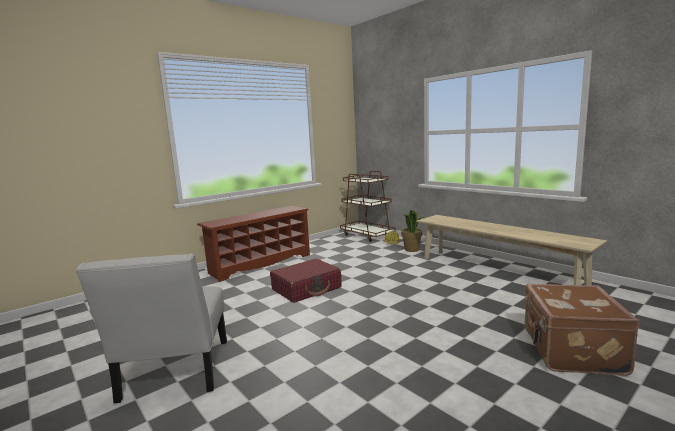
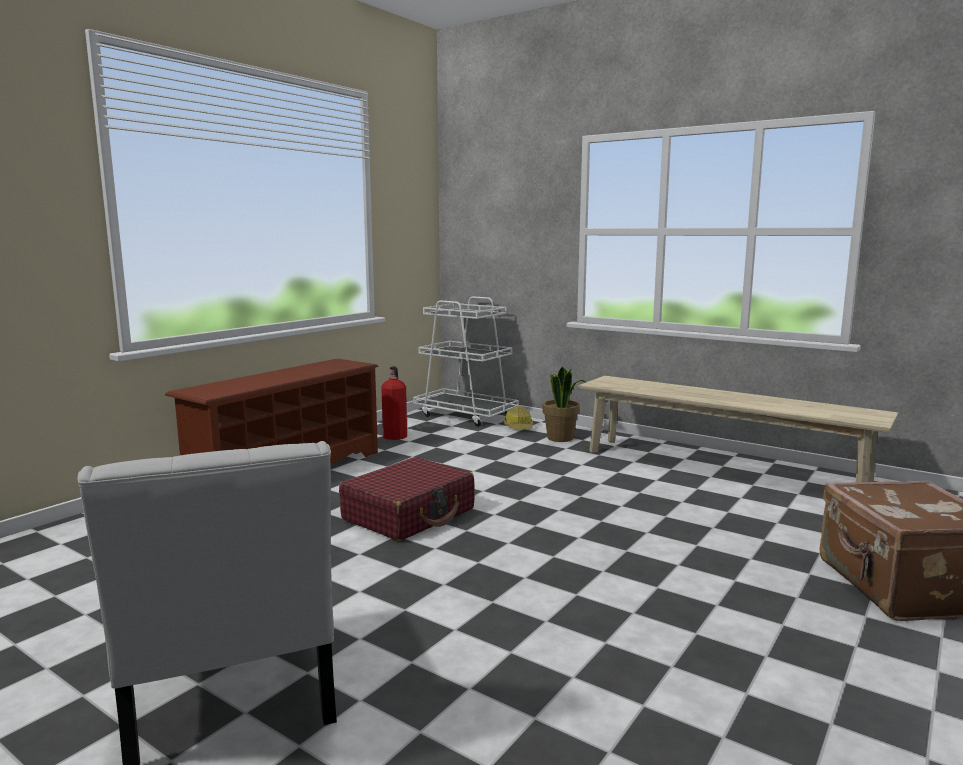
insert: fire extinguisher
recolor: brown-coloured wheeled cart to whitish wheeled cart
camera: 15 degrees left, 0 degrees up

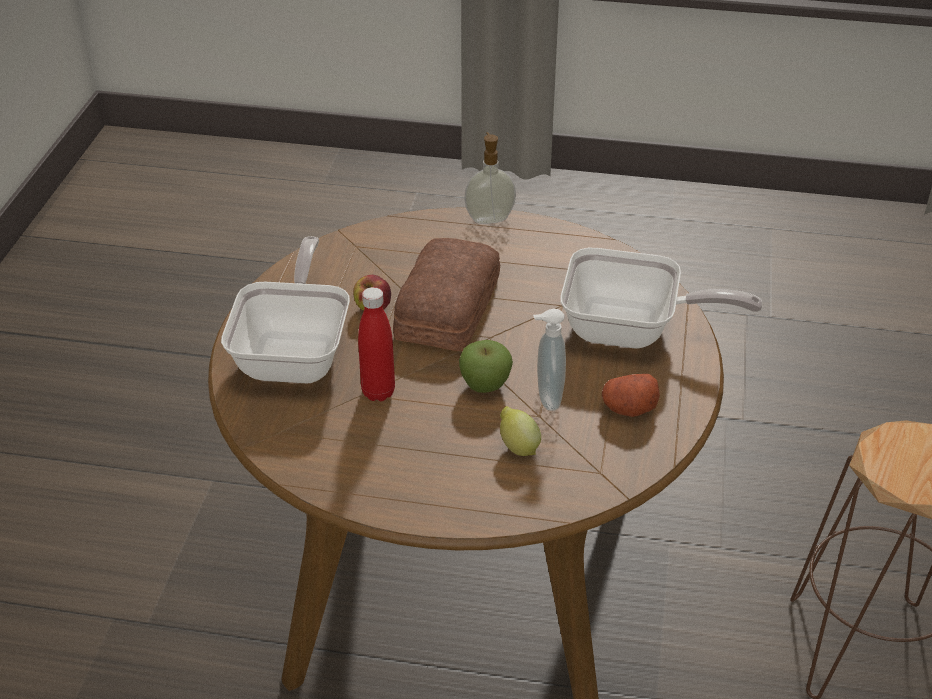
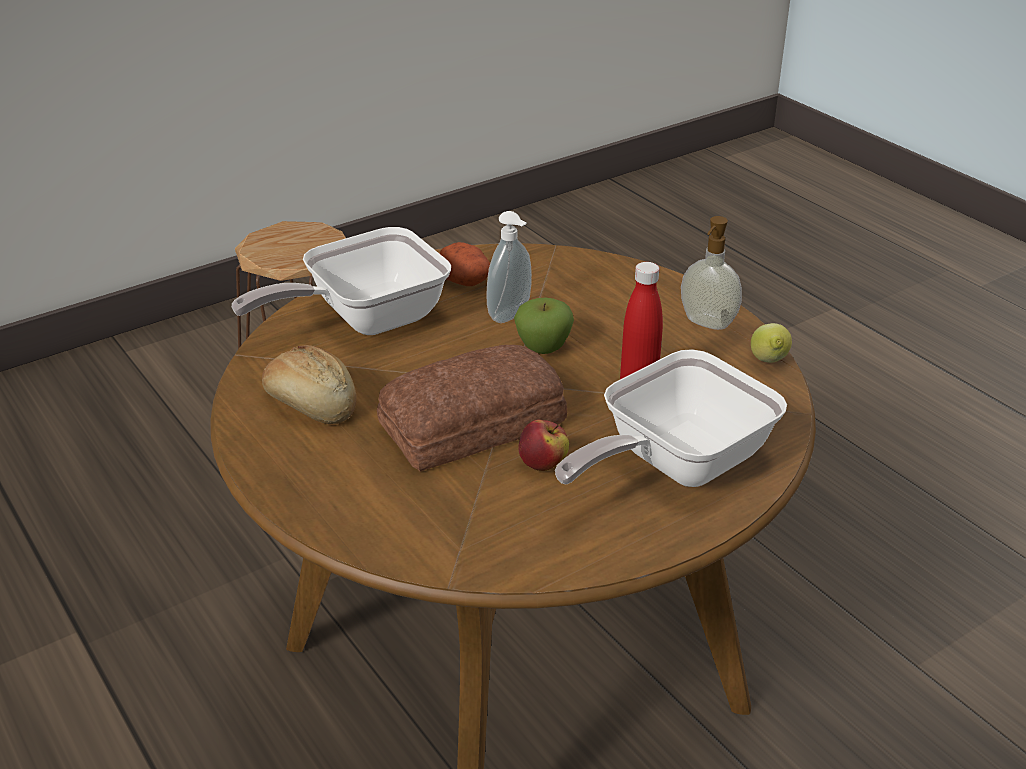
insert: baked bread (1st from left)
move: soap bottle (1st from left in the first image) to soap bottle (2nd from left); citrus fruit
rotate: skillet (2nd from left in the first image) 90 degrees counterclockwise
camera: 135 degrees left, 5 degrees down

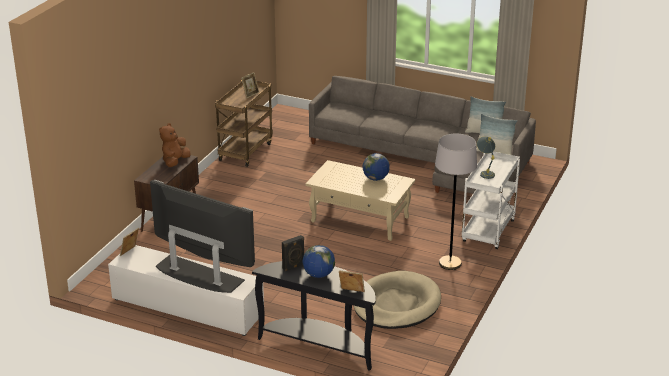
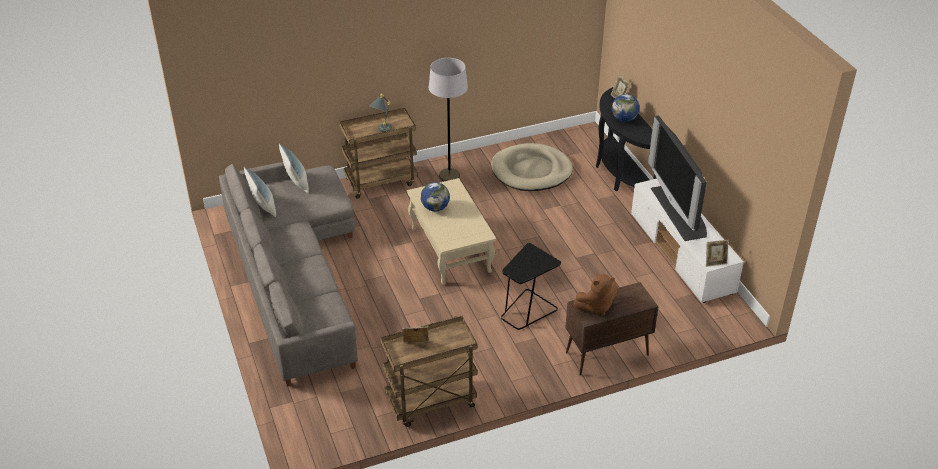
delete: black-coloured loudspeaker
insert: black-coloured end table
recolor: whitish wheeled cart to brown-coloured wheeled cart (1st from left)
camera: 135 degrees left, 10 degrees up

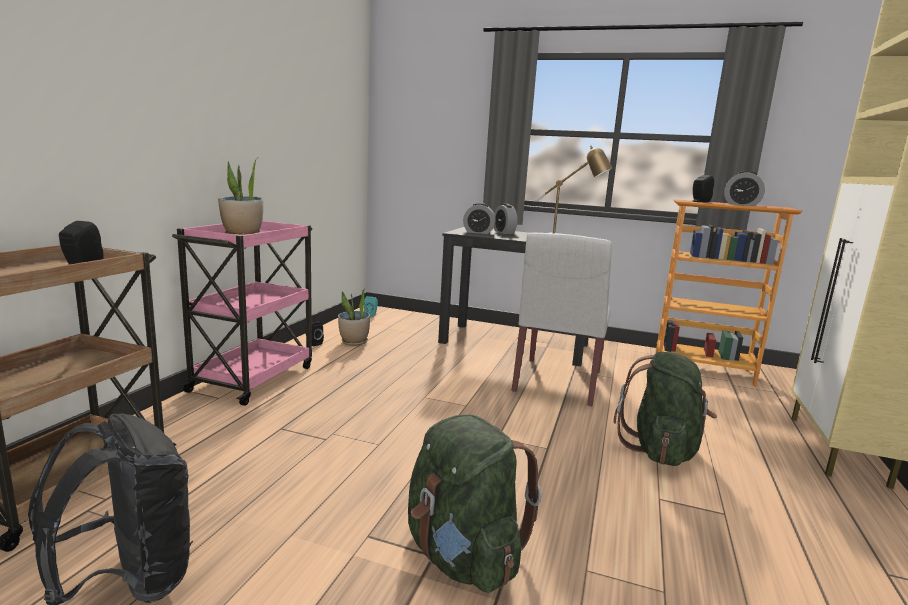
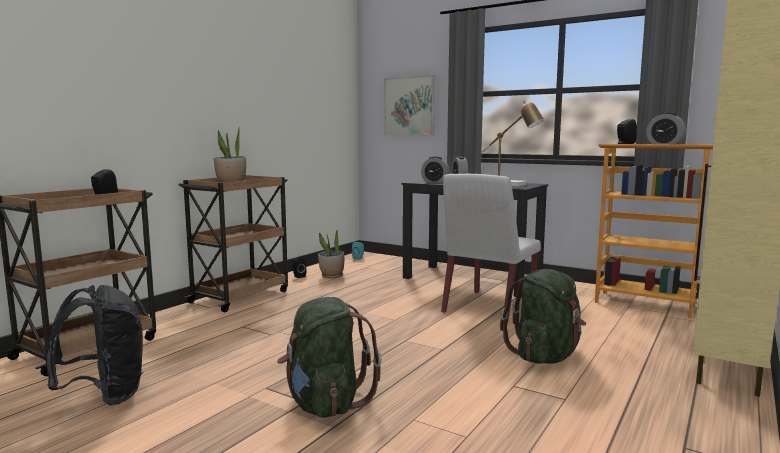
insert: wall art
recolor: pink wheeled cart to brown-coloured wheeled cart (2nd from left)
camera: 15 degrees right, 5 degrees down

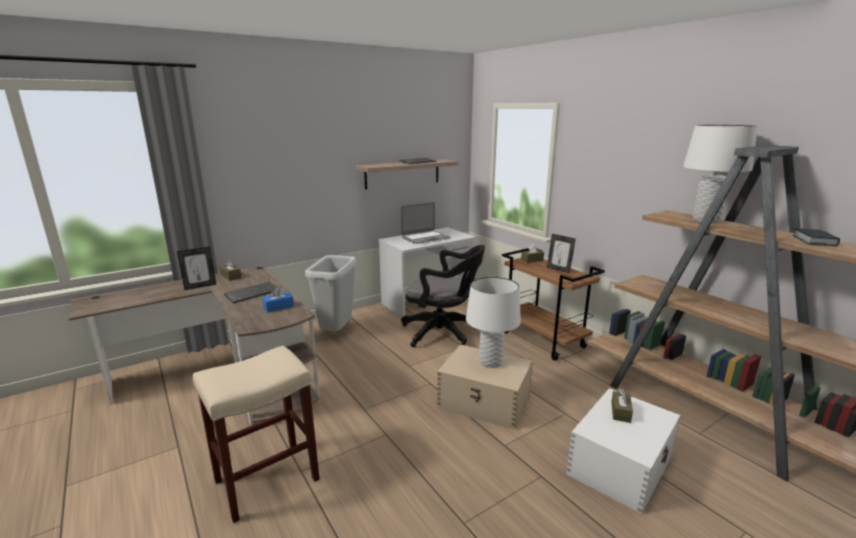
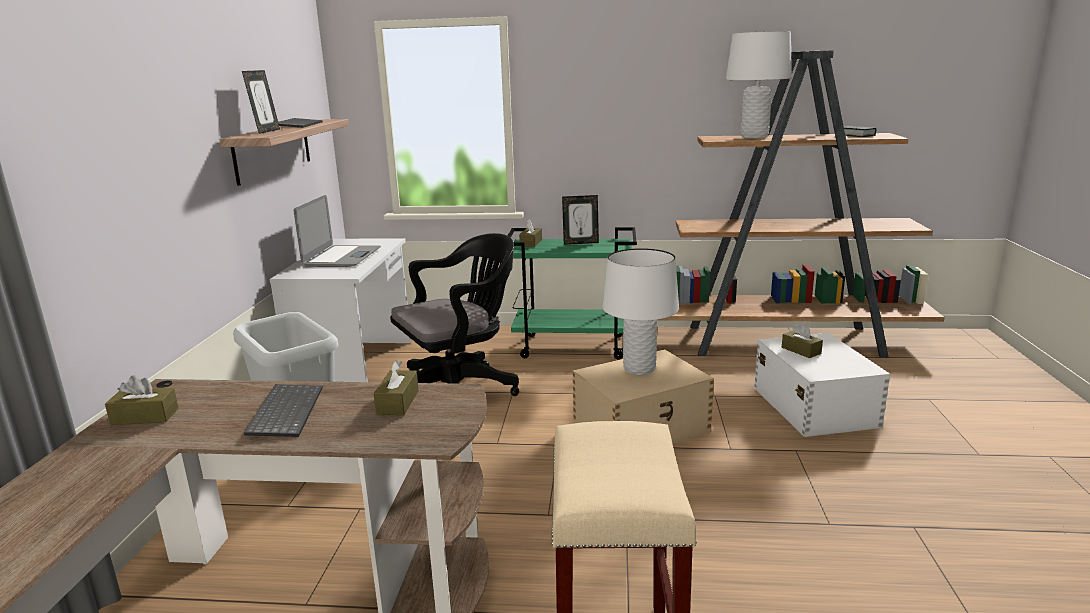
move: standing frame (1st from left)
recolor: brown-coloured wheeled cart to green-coloured wheeled cart; blue-coloured tissue holder to brown-coloured tissue holder (2nd from left)
camera: 50 degrees left, 0 degrees up

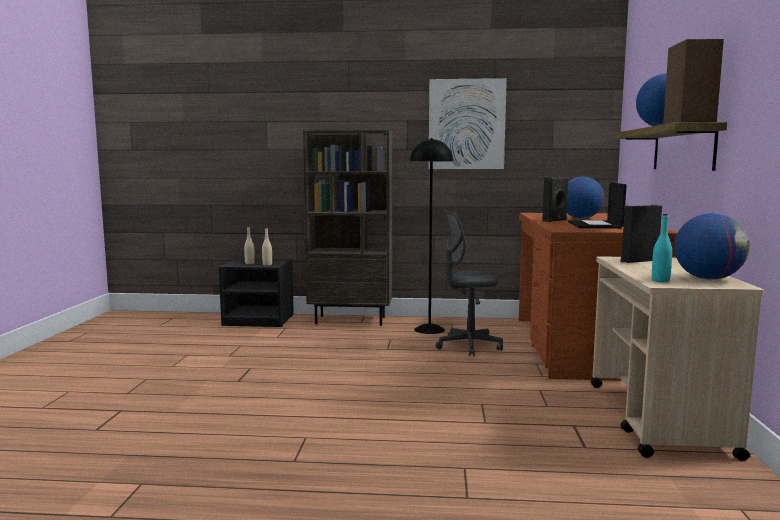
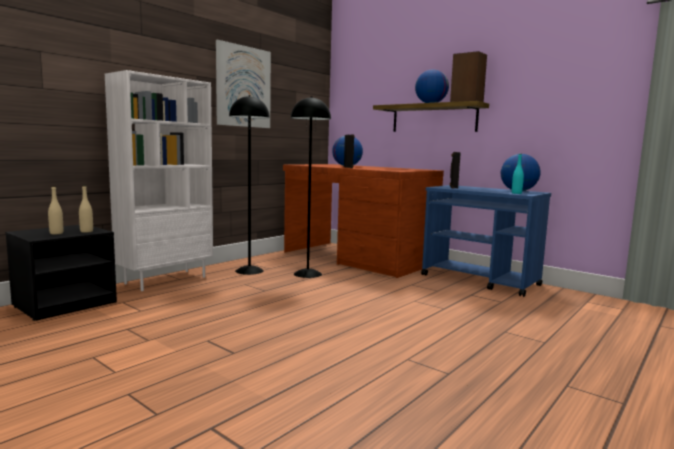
delete: notebook computer
replace: grey office chair to black-coloured standing lamp (2nd from left)
recolor: brown-coloured bookcase to whitish bookcase; sand-coloured wheeled cart to blue-coloured wheeled cart
camera: 55 degrees left, 0 degrees up

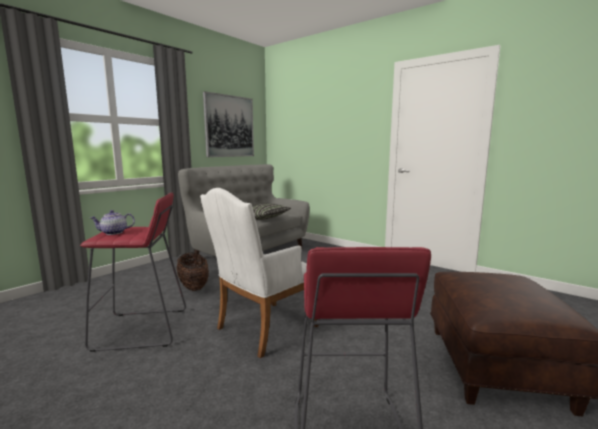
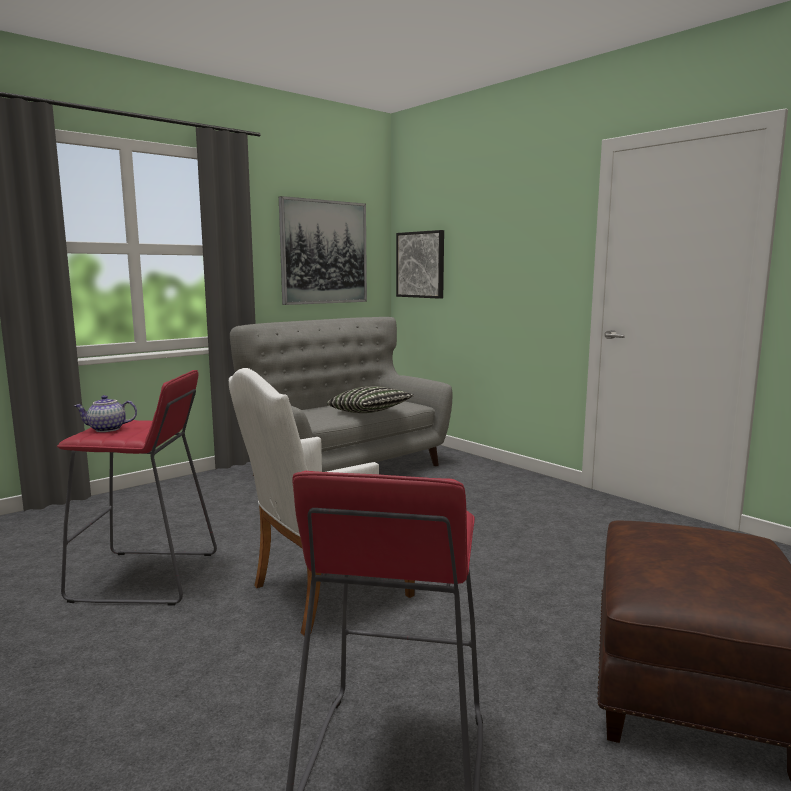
delete: storage basket
insert: wall art (2nd from left)
camera: 10 degrees right, 0 degrees up

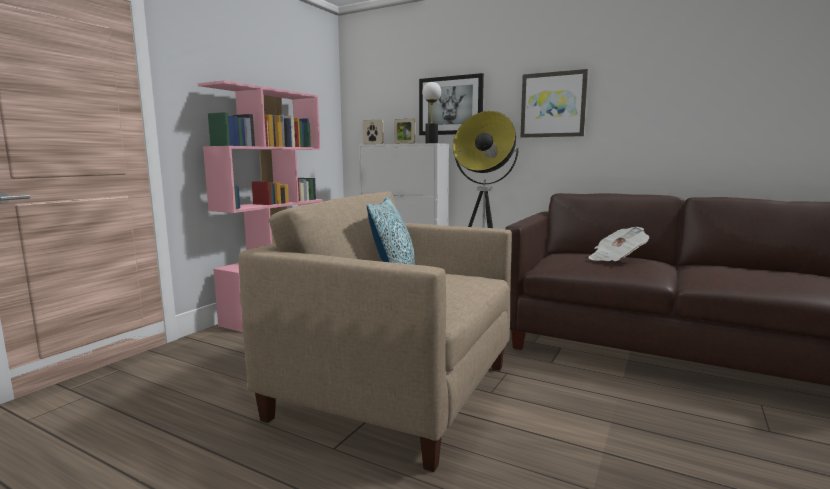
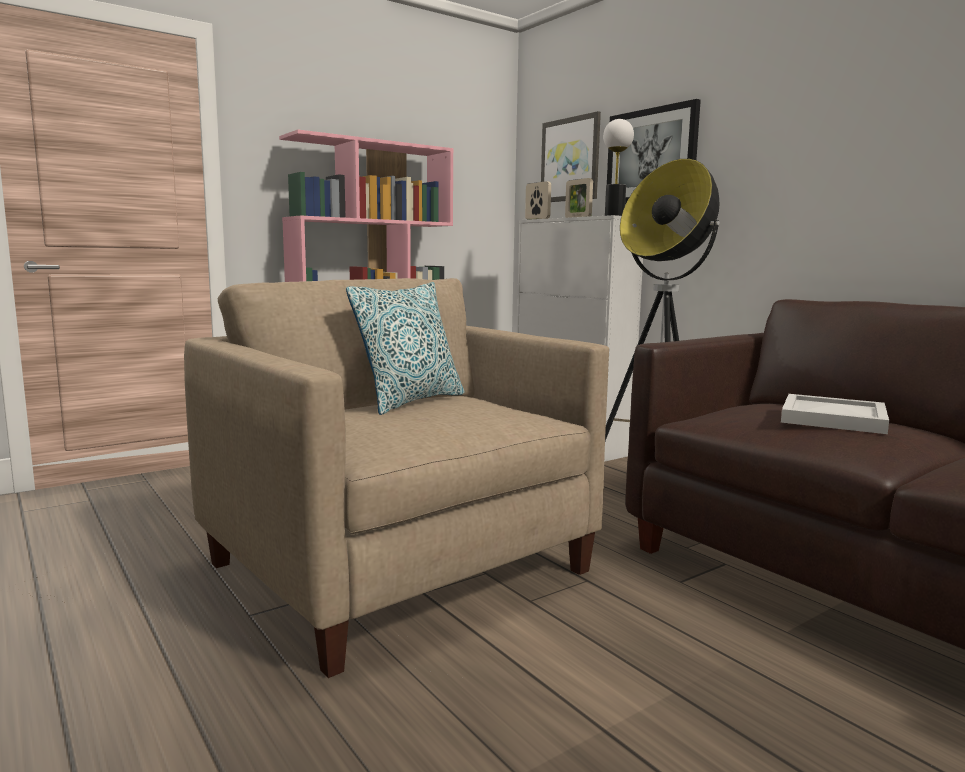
move: wall art (2nd from left in the first image) to wall art (1st from left)
replace: newspaper to whitish carrying tray
camera: 25 degrees right, 0 degrees up

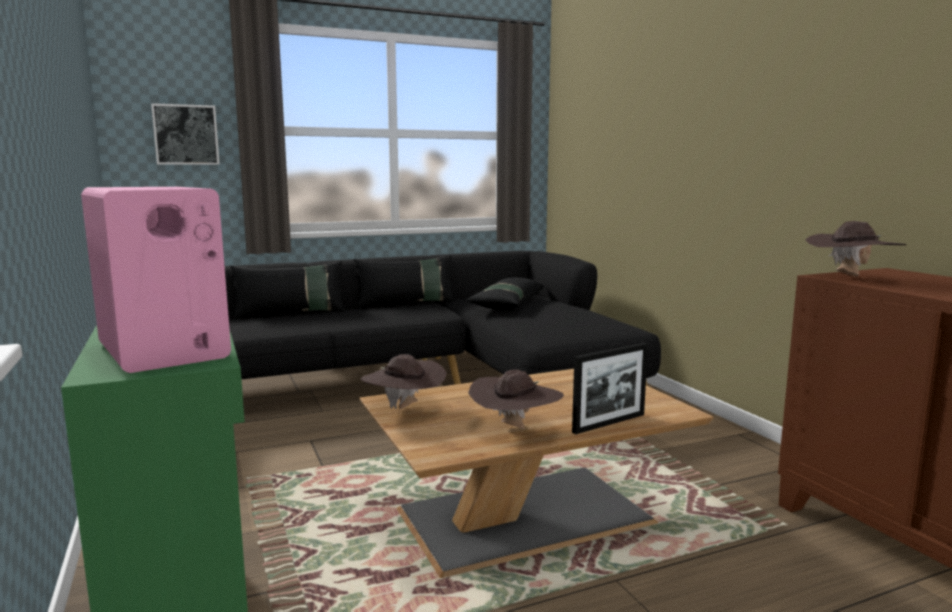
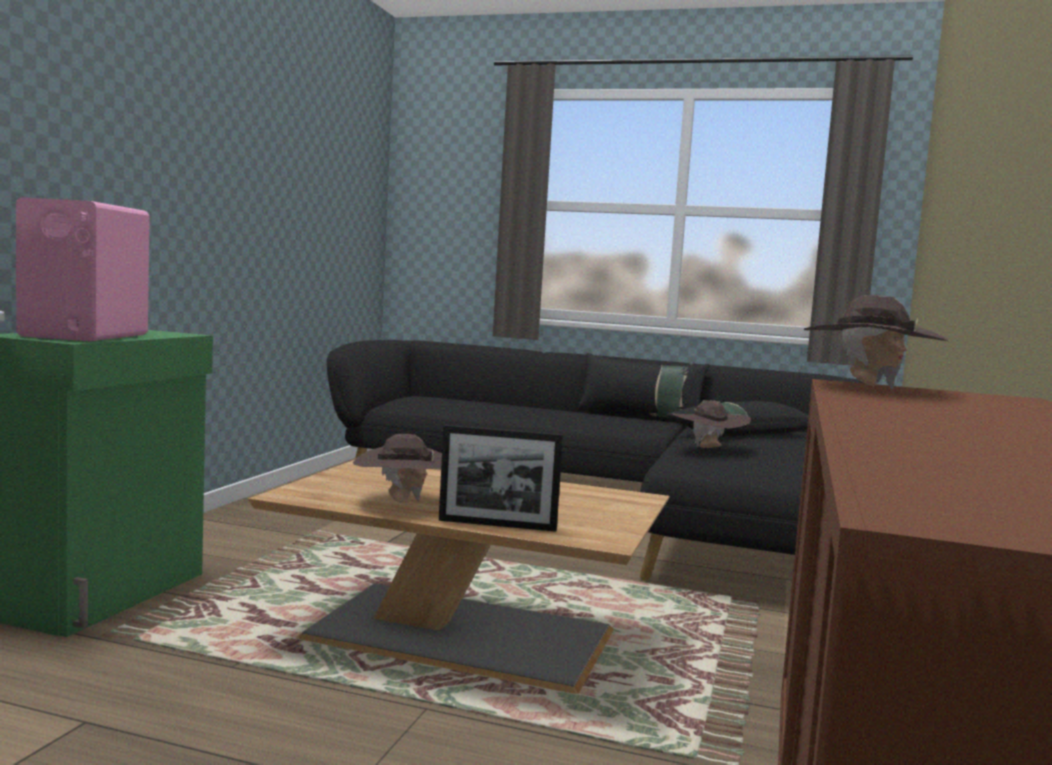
delete: wall art; black-coloured throw pillow (1st from left)
move: brown-coloured hat (1st from left in the first image) to brown-coloured hat (2nd from left)
camera: 40 degrees right, 5 degrees down

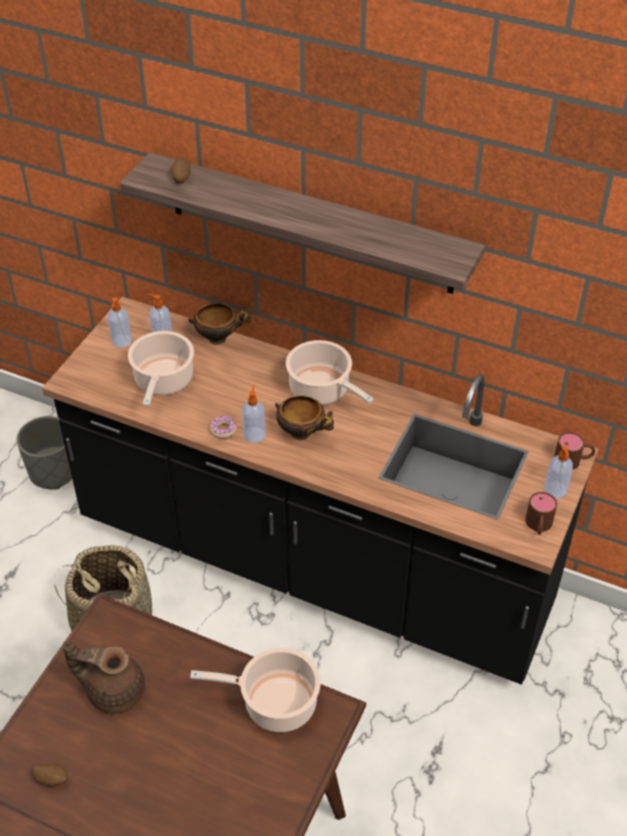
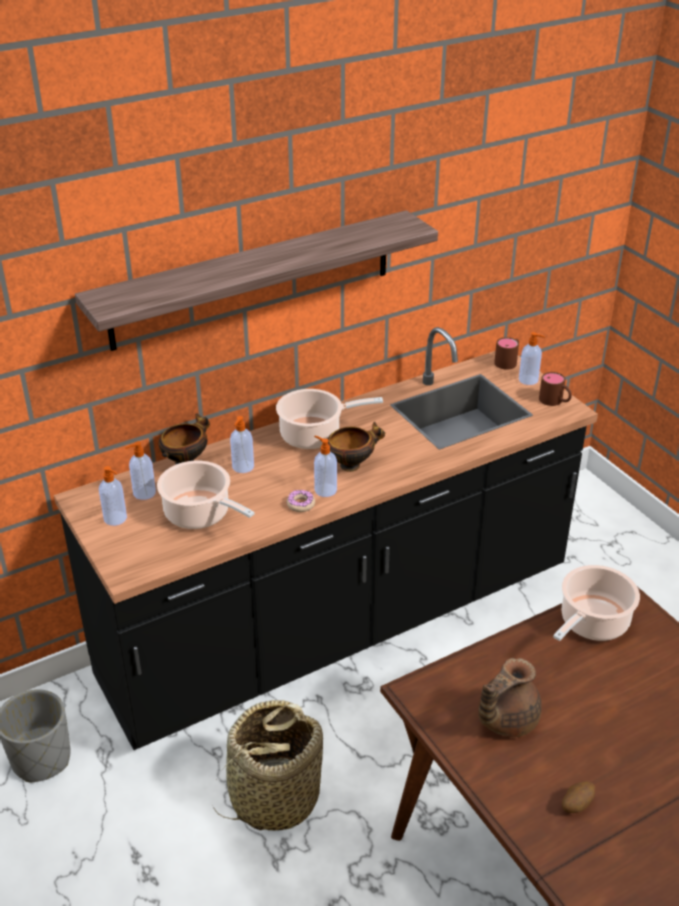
delete: whole potato (2nd from left)
insert: soap bottle (3rd from left)
camera: 55 degrees left, 10 degrees down

